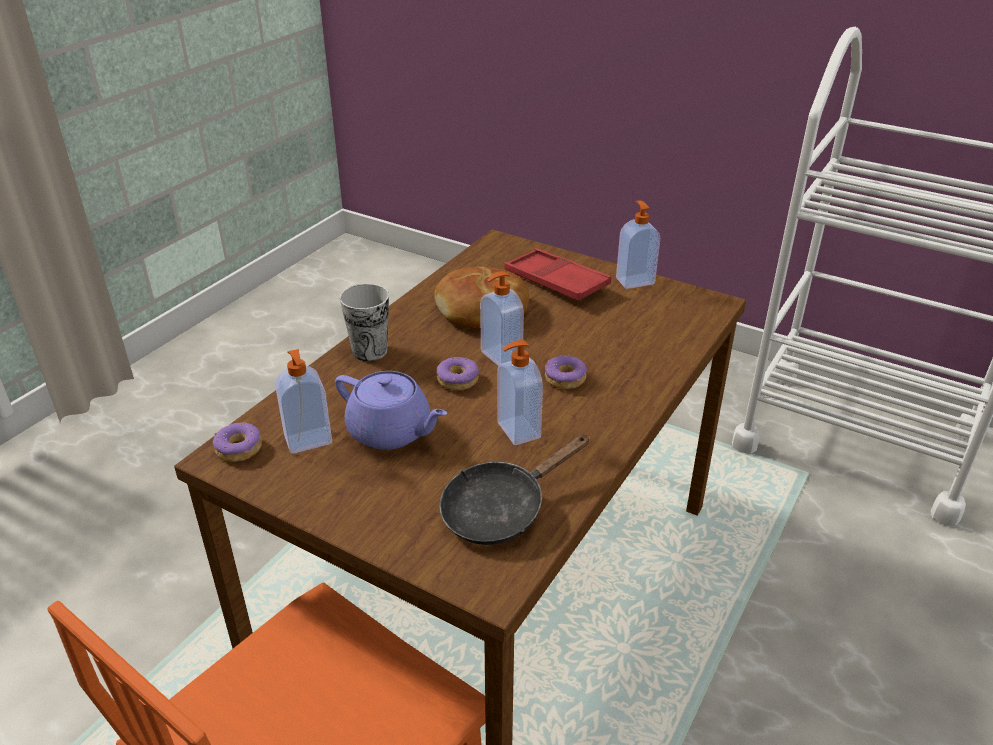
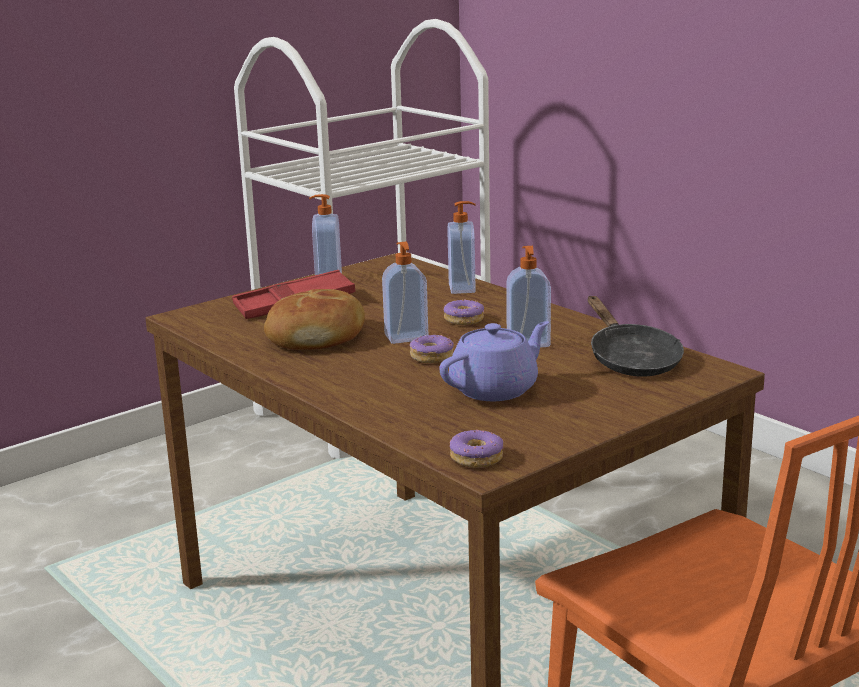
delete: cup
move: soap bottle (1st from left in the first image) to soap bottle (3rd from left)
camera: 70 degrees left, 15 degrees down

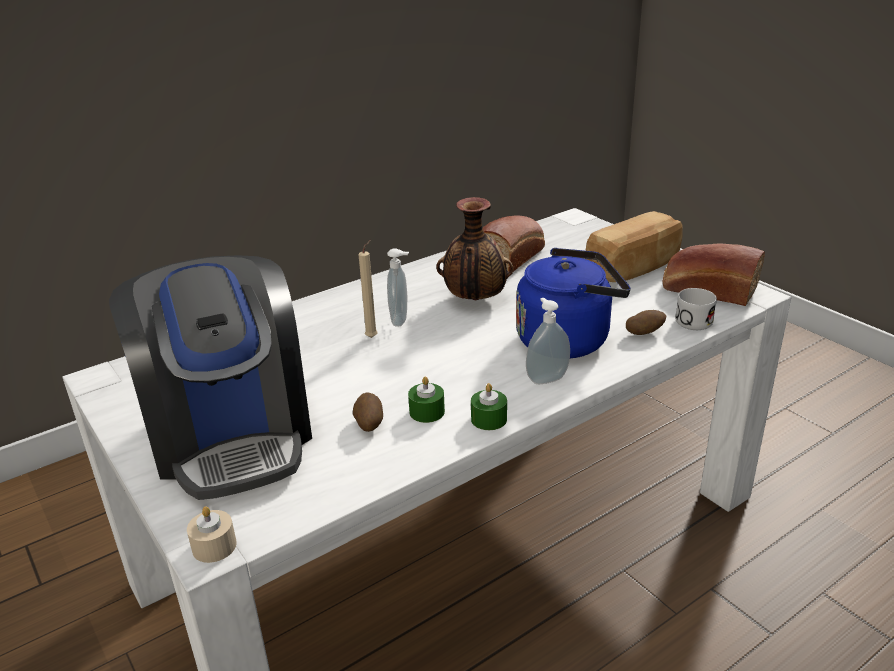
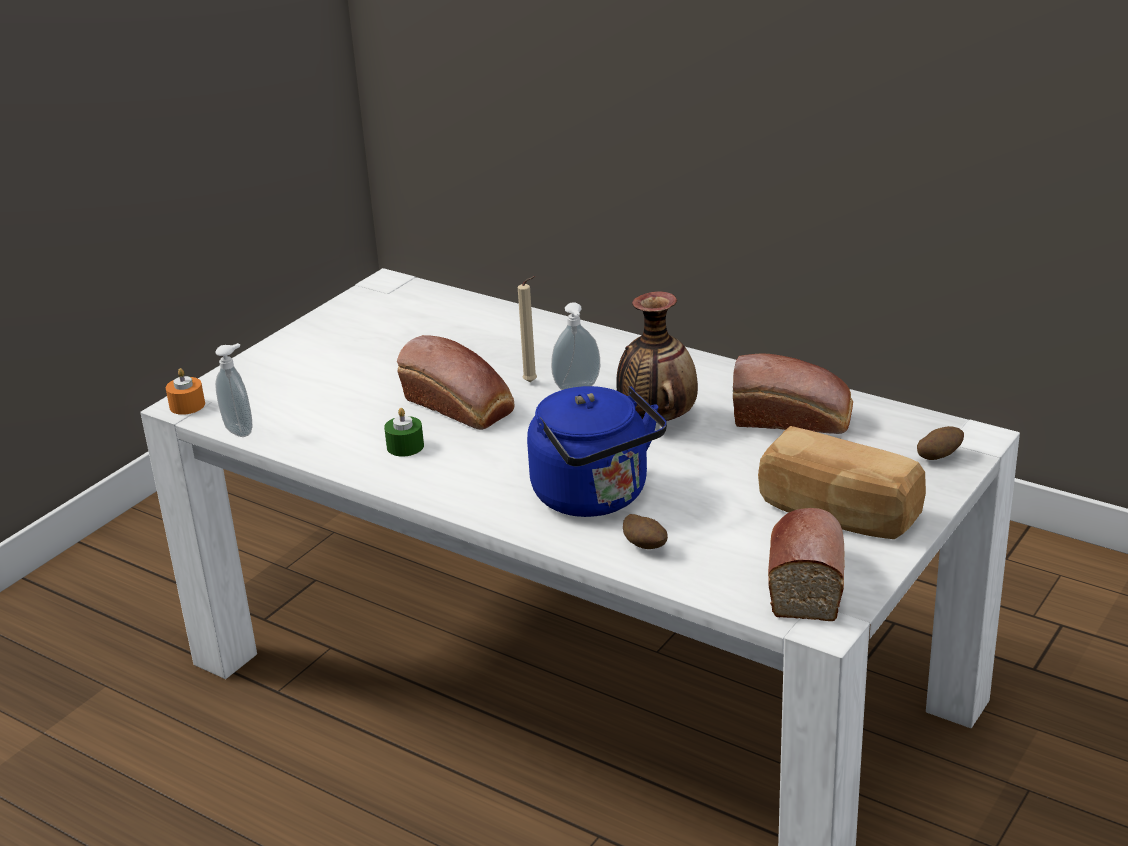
delete: coffee maker; whitish tea mug; green-coloured wax candle (2nd from left)
insert: baked bread (1st from left)
move: soap bottle (2nd from left in the first image) to soap bottle (1st from left); whole potato (1st from left in the first image) to whole potato (2nd from left)
recolor: sand-coloured wax candle (1st from left) to orange wax candle
camera: 70 degrees right, 0 degrees up

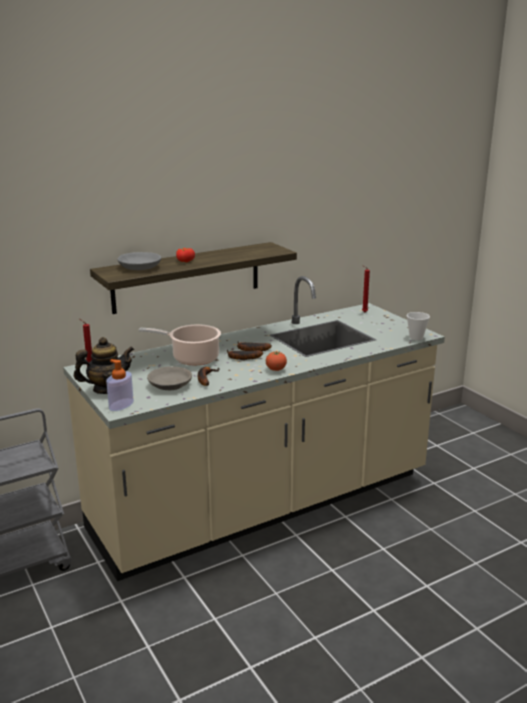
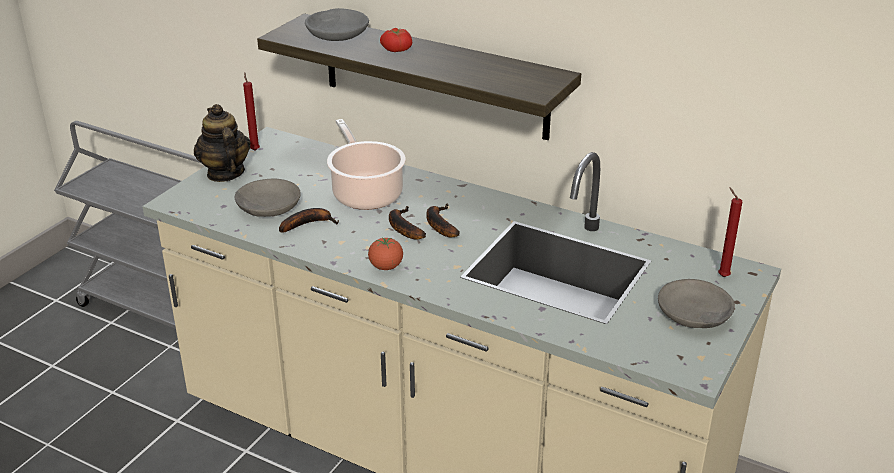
delete: cup; soap bottle
insert: grey bowl (3rd from left)
rotate: teapot 150 degrees counterclockwise
camera: 60 degrees right, 10 degrees up

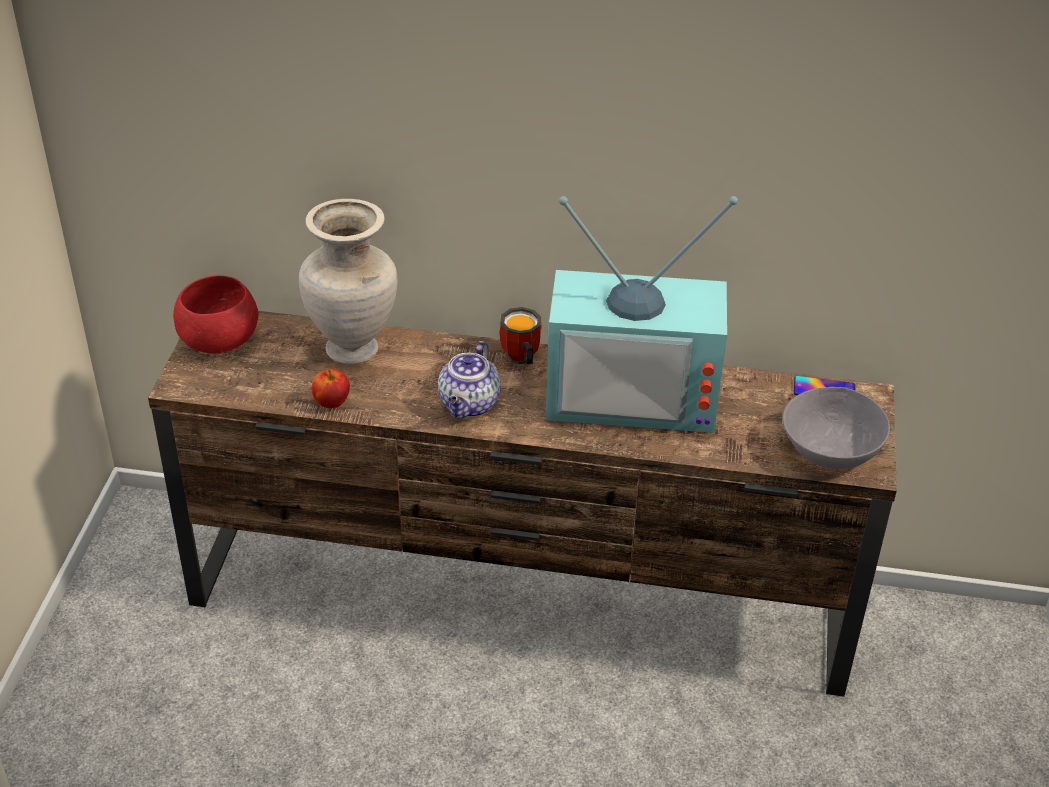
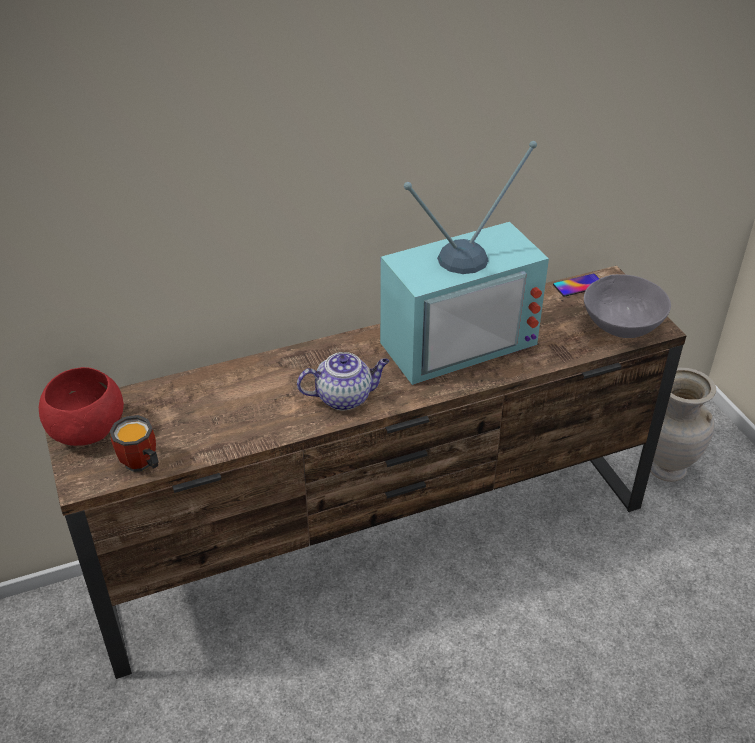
delete: whole apple
move: sand-coloured vase; tea mug
rotate: teapot 90 degrees counterclockwise
camera: 30 degrees left, 0 degrees up

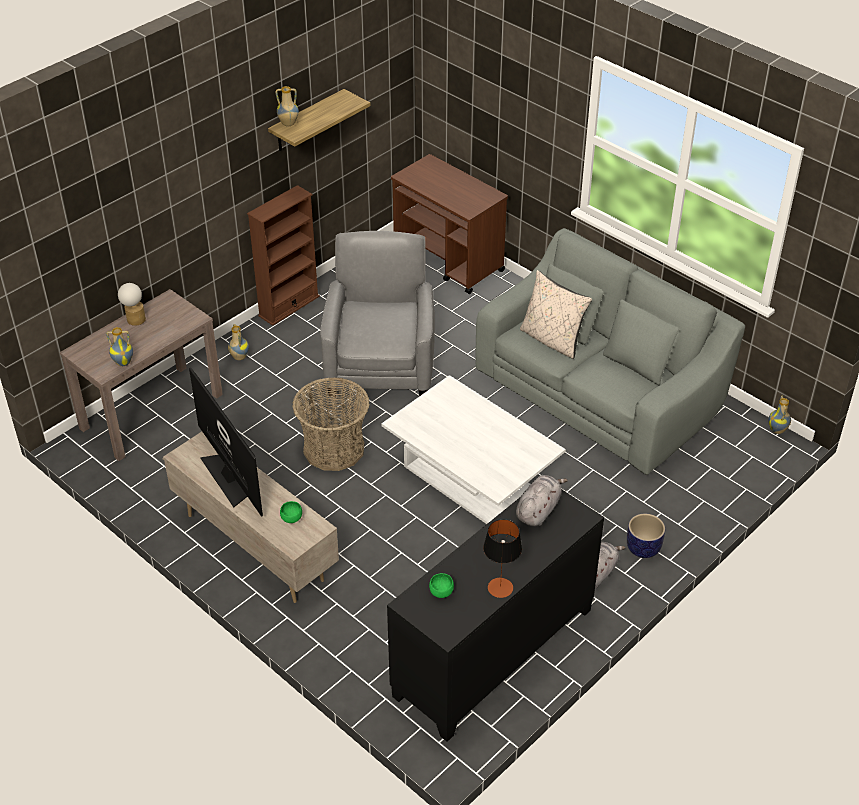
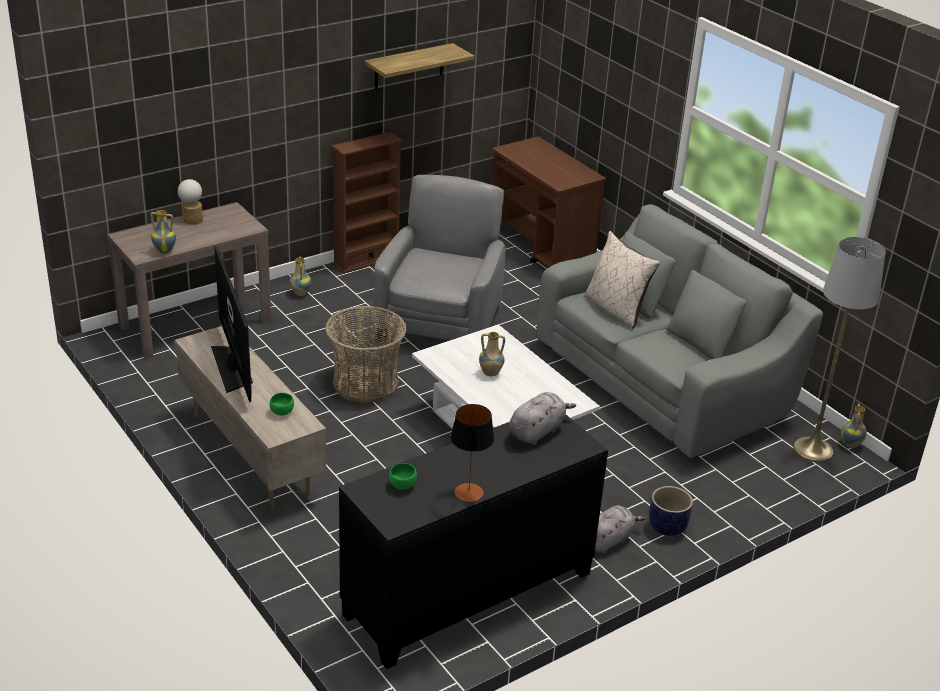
insert: grey standing lamp
move: vase (3rd from left)
camera: 10 degrees right, 10 degrees down

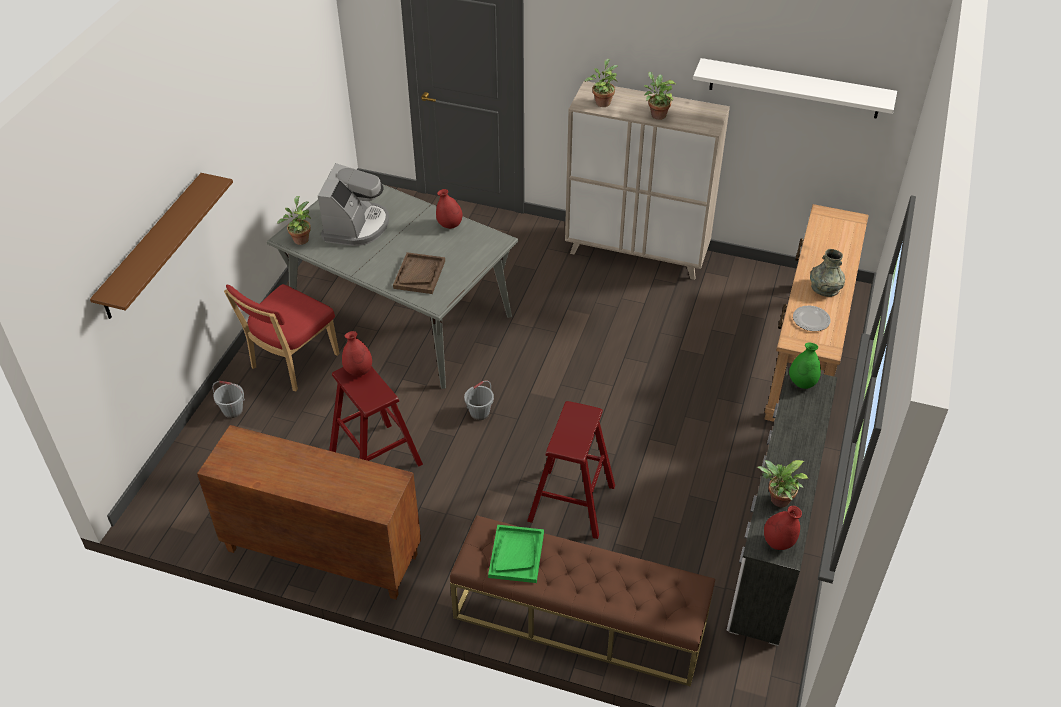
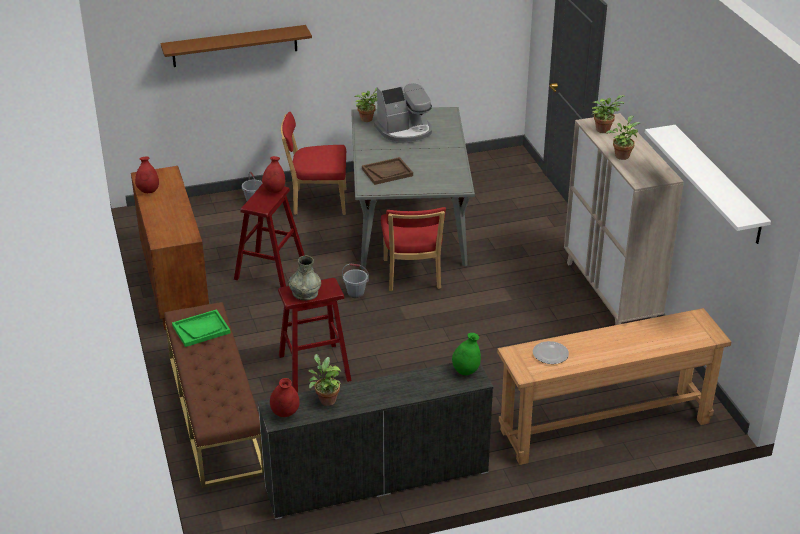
insert: red-coloured upright chair (2nd from left)
move: red-coloured vase (2nd from left in the first image) to red-coloured vase (1st from left); grey vase
camera: 55 degrees right, 10 degrees down

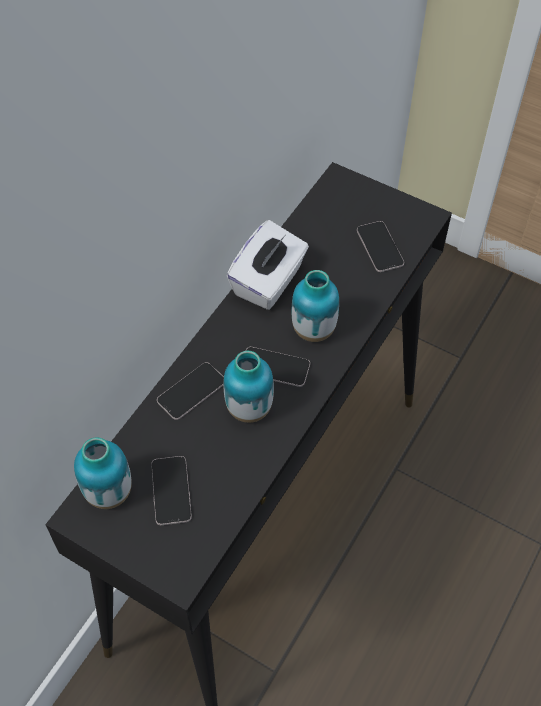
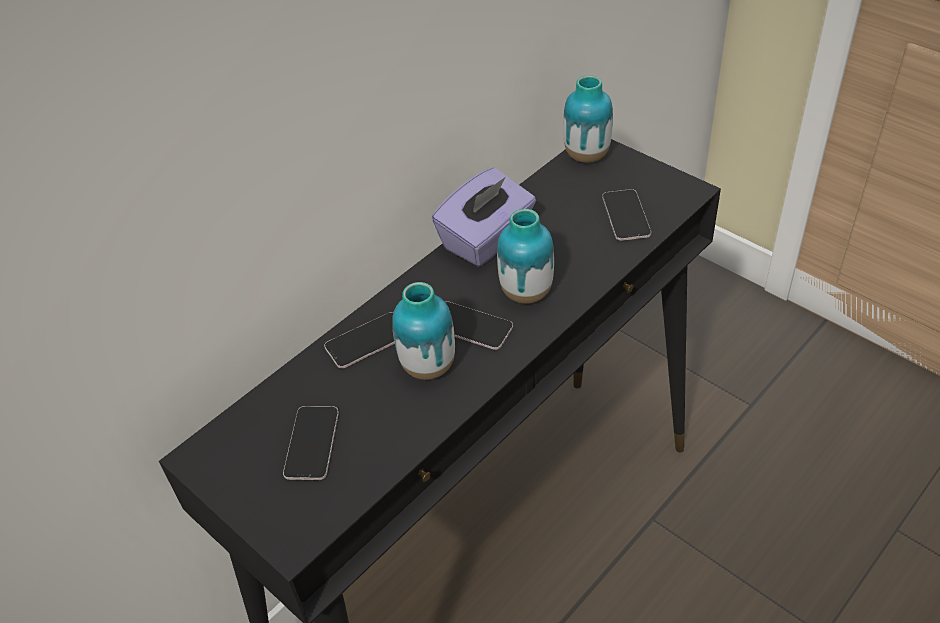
move: vase (1st from left in the first image) to vase (3rd from left)
recolor: whitish tissue holder to purple-coloured tissue holder
camera: 15 degrees right, 10 degrees down

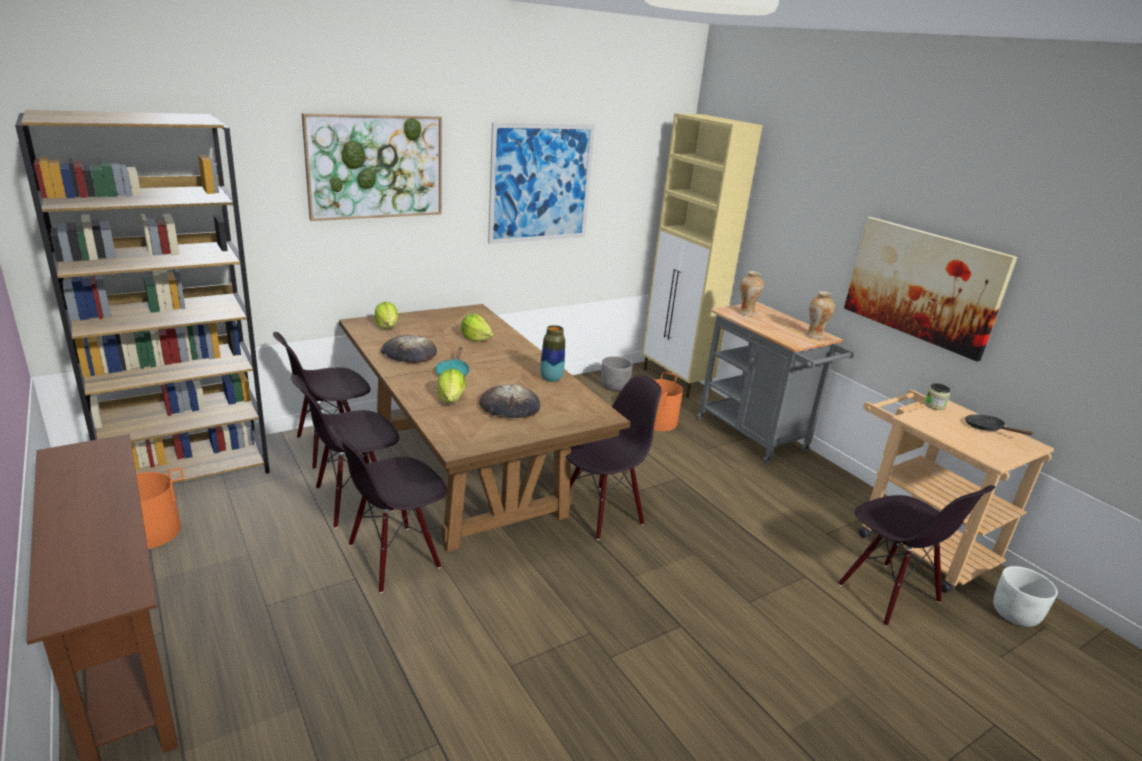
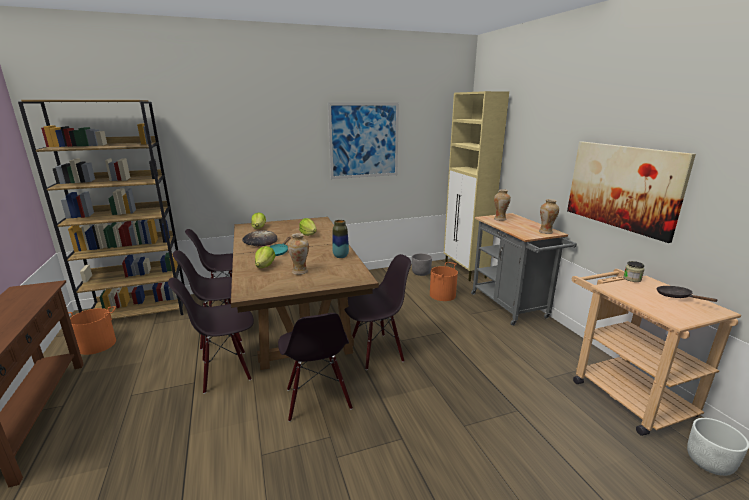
delete: wall art (1st from left)
move: black-coloured upright chair (5th from left in the first image) to black-coloured upright chair (4th from left)
replace: baked bread (2nd from left) to vase (1st from left)
camera: 15 degrees right, 5 degrees down

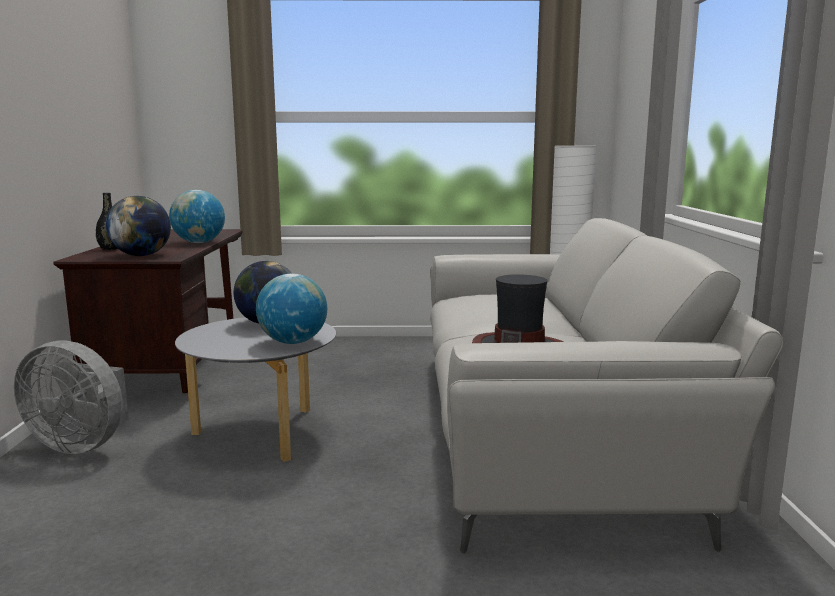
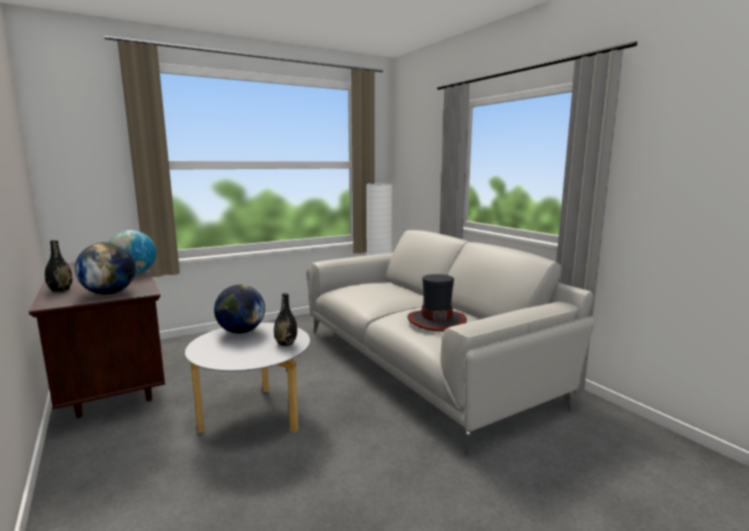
delete: grey fan
replace: desk globe (4th from left) to black-coloured vase (2nd from left)
camera: 30 degrees left, 0 degrees up

